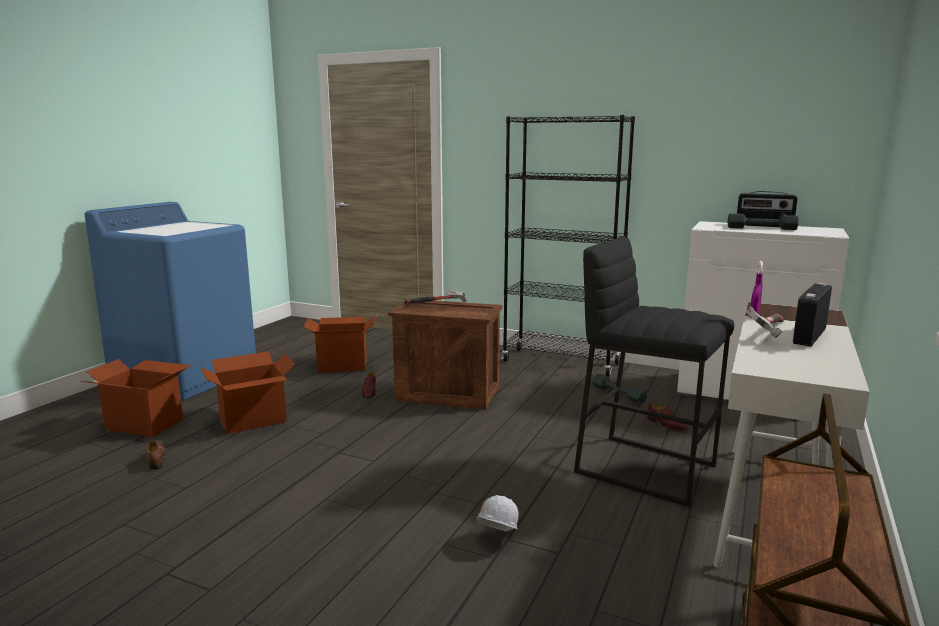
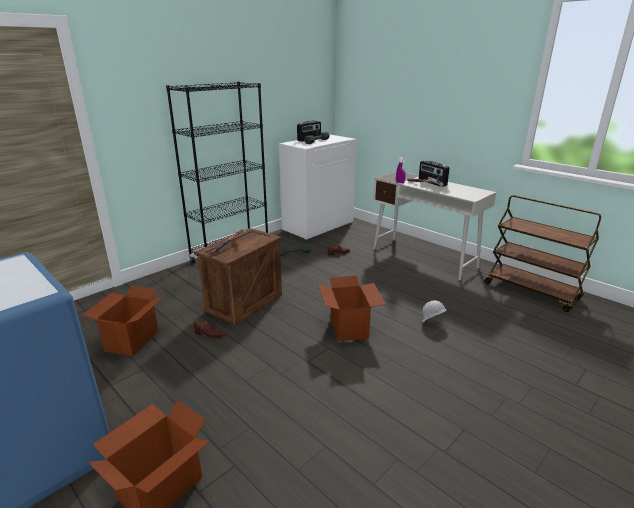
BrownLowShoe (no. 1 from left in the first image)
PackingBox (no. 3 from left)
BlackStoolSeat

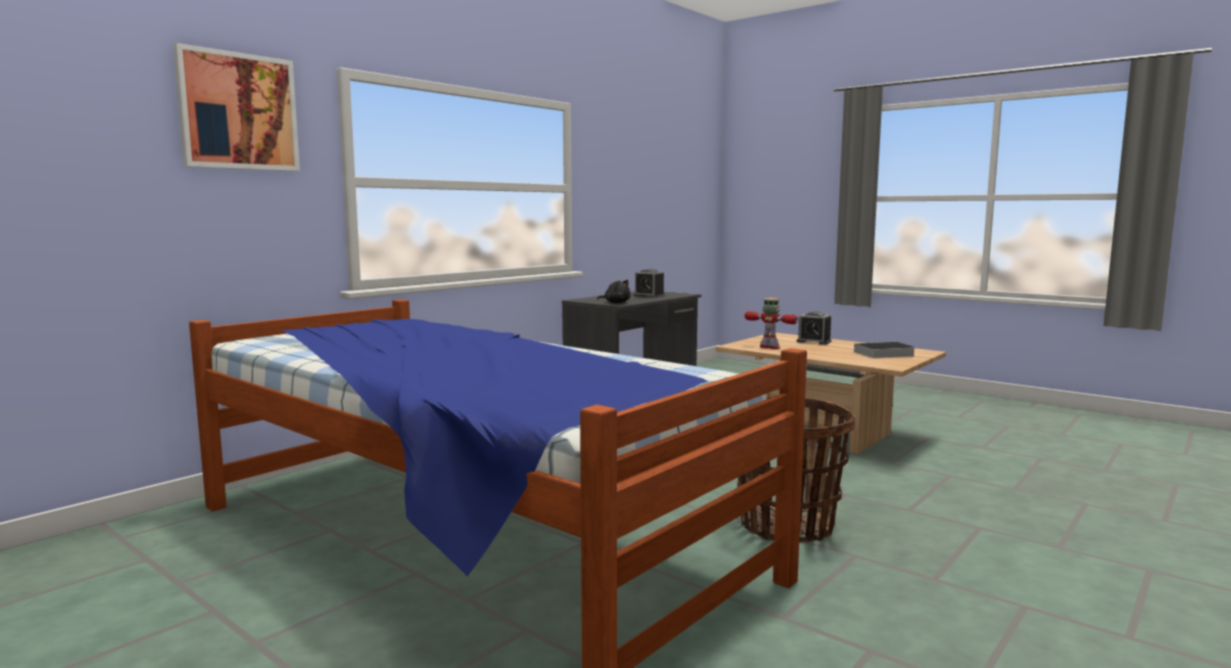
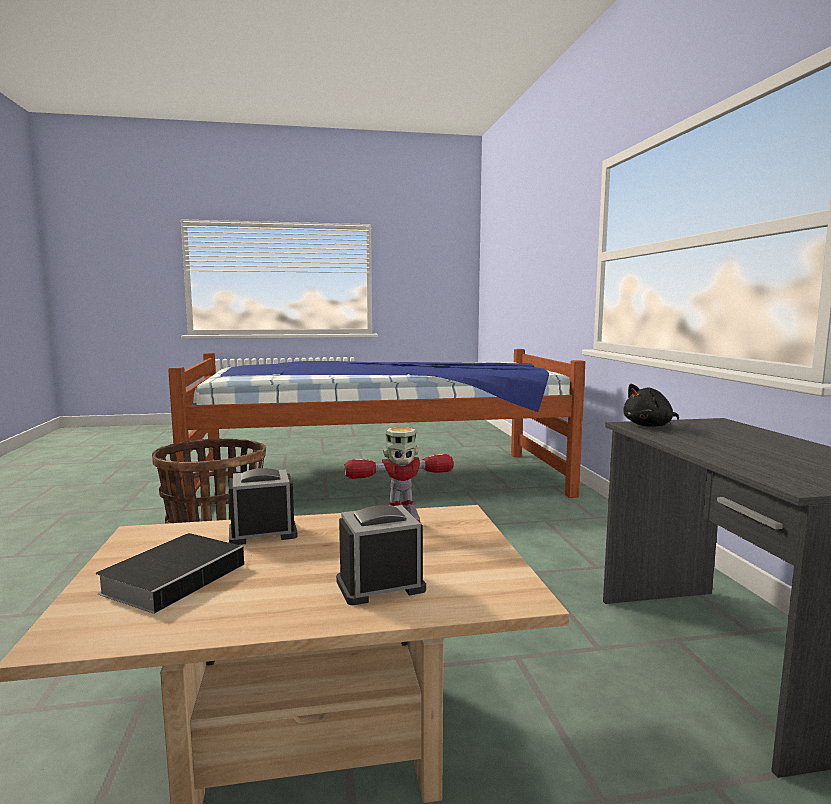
WallArt
BedsideClock (no. 1 from left)

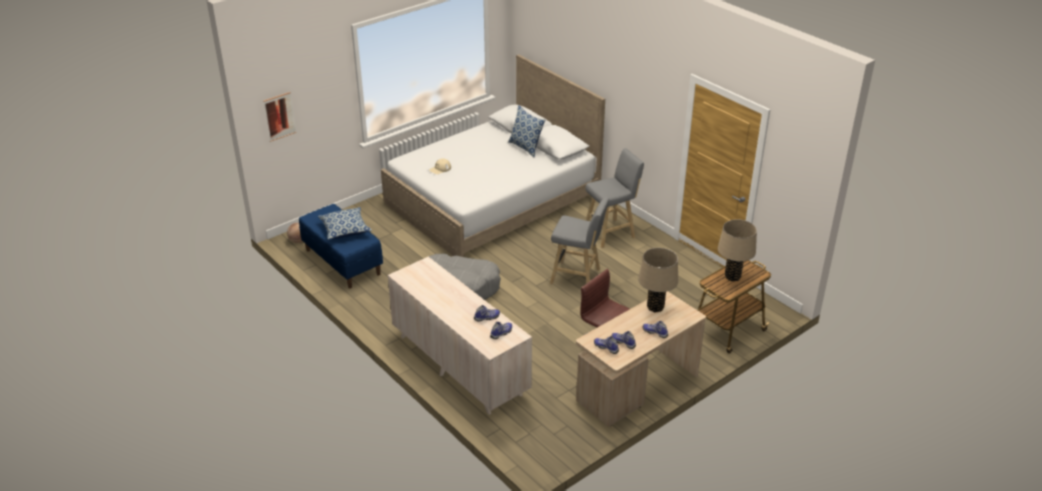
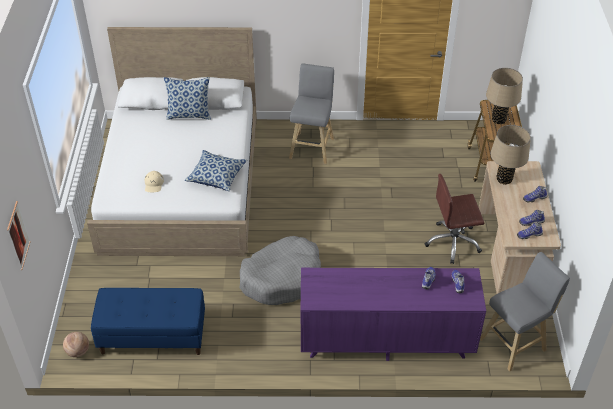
Pillow (no. 2 from left)
PurplishChestOfDrawers
GrayStoolSeat (no. 2 from left)

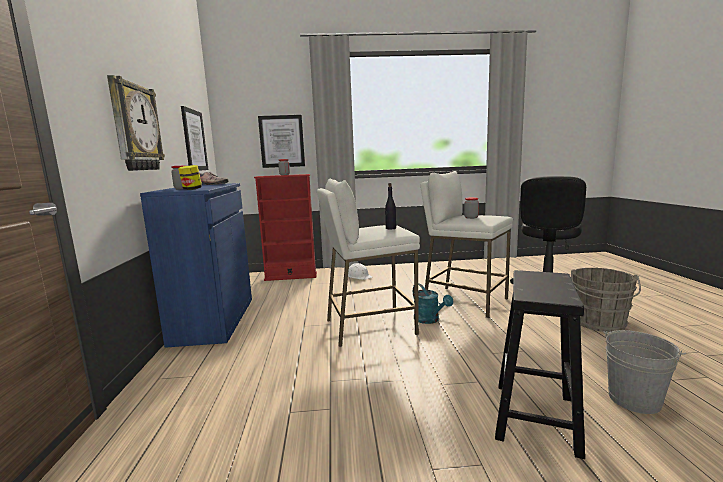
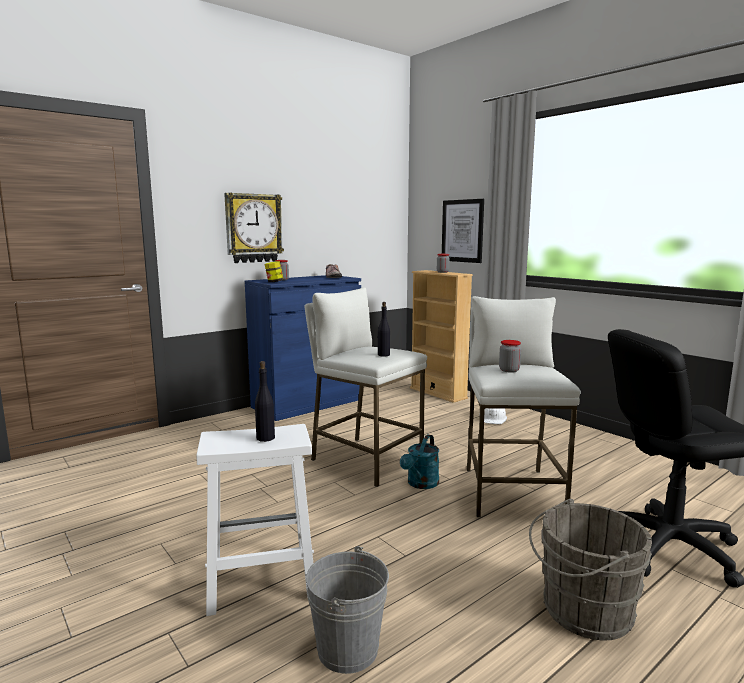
WallArt (no. 1 from left in the first image)
BeigeBookcase
WhitishStoolSeat (no. 1 from left)
BlackBeverageBottle (no. 1 from left)

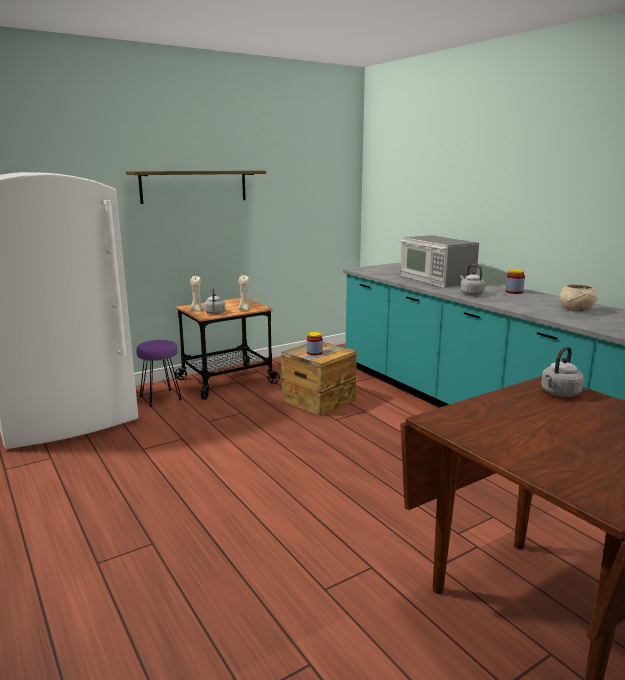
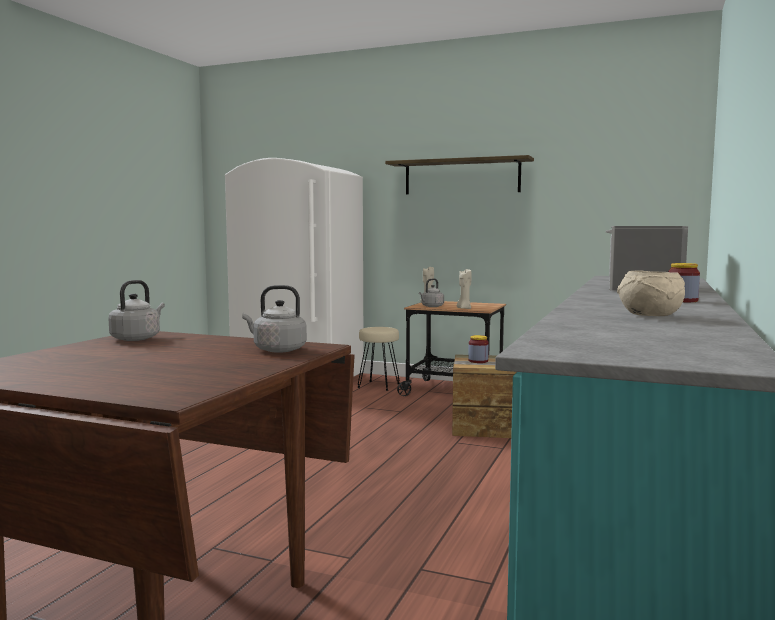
BeigeStoolSeat
GrayWaterKettle (no. 1 from left)

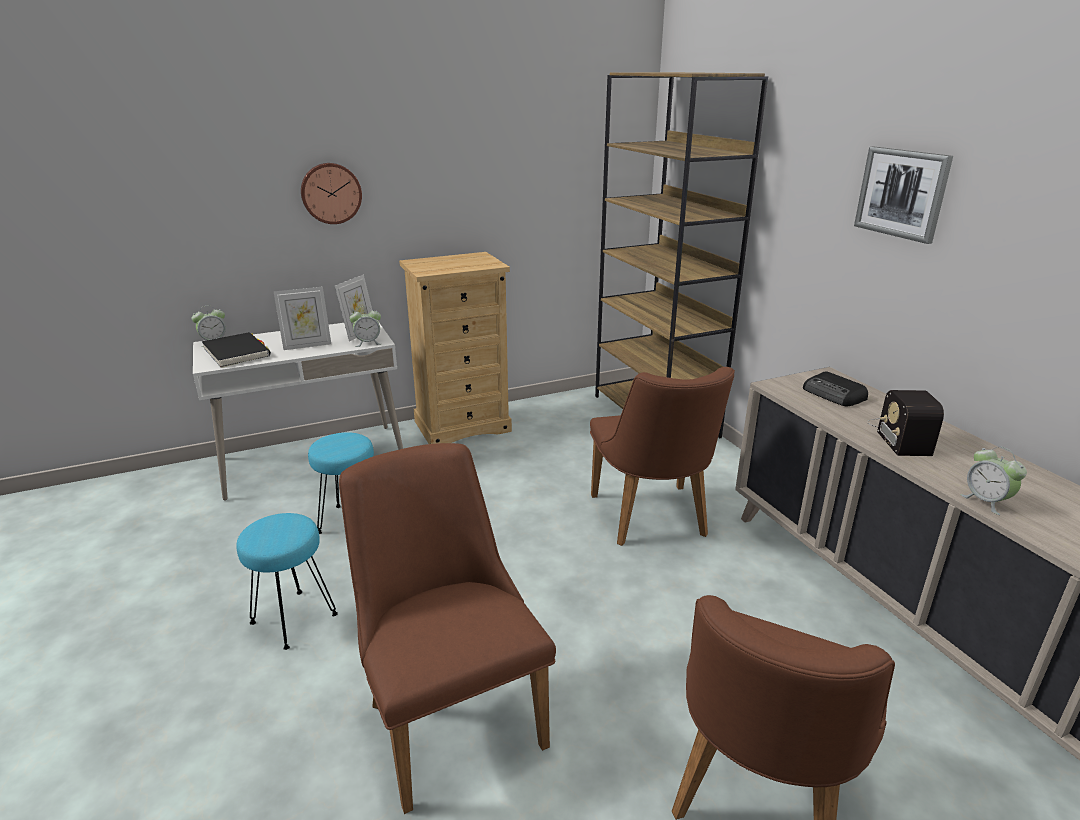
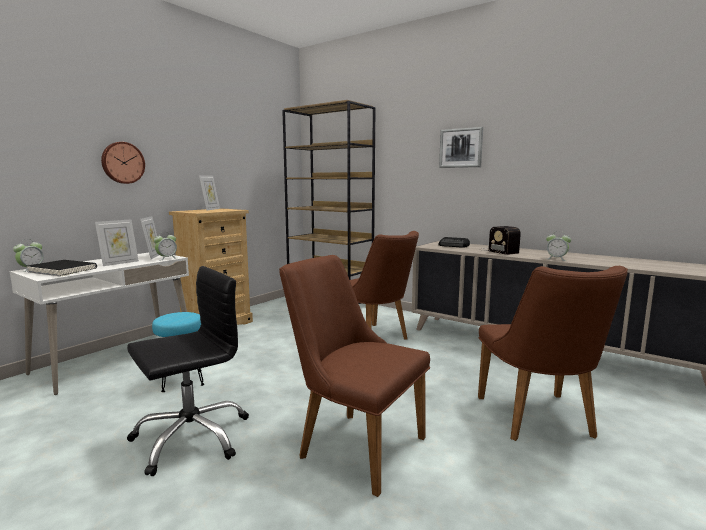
BlackComputerChair
PhotoFrame (no. 3 from left)

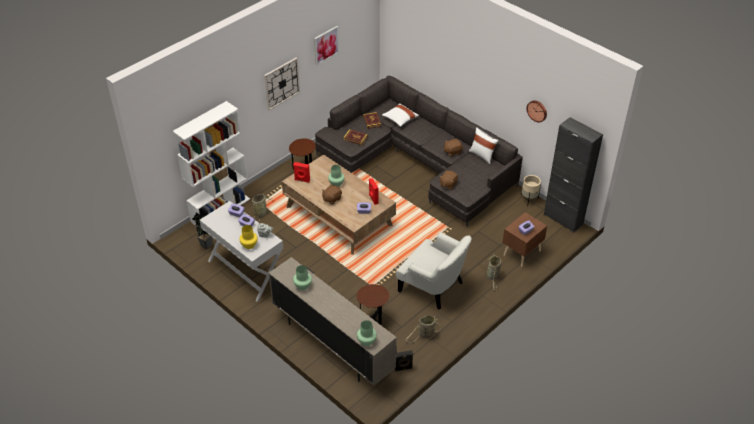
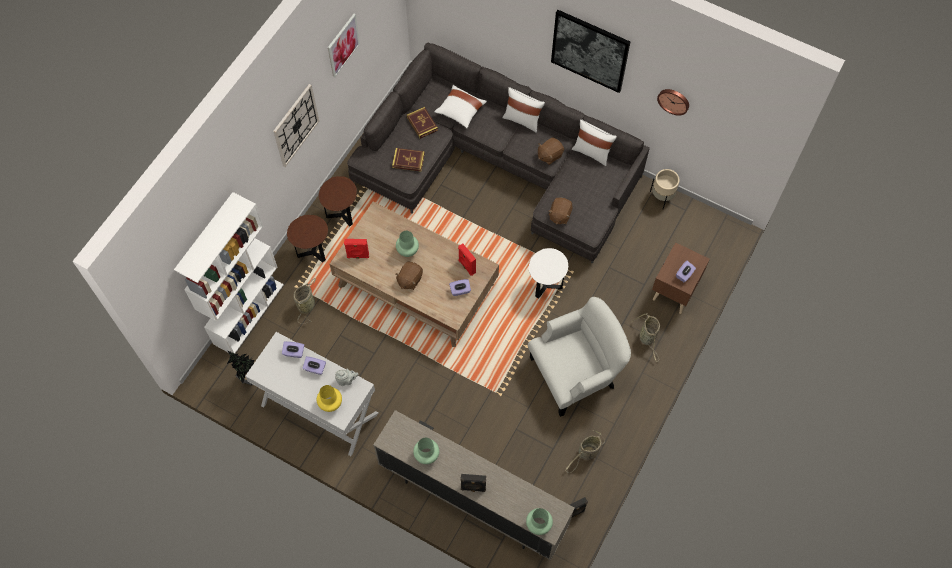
BrownSideTable (no. 1 from left)
WhitishEasyChair
BlackCupboard
BlackAudioSpeaker (no. 1 from left)
WhitishPillow (no. 2 from left)
WhitishSideTable
WallArt (no. 2 from left)

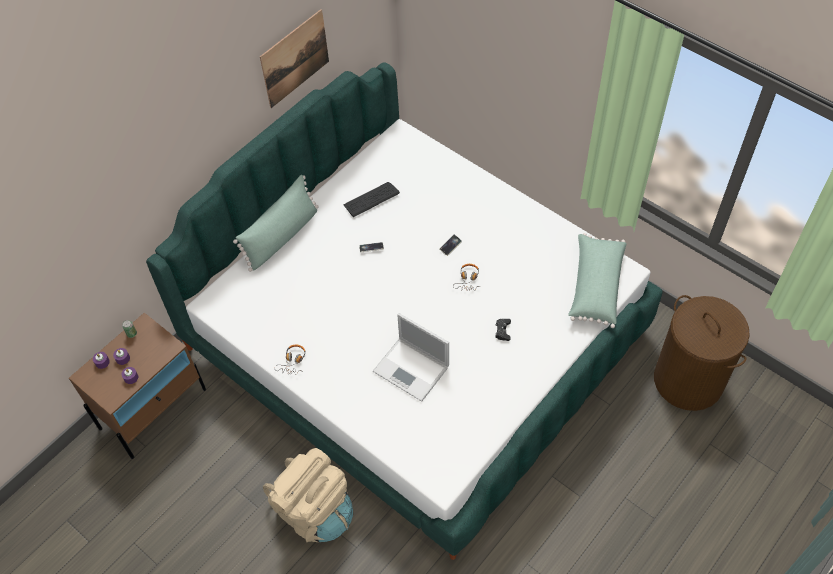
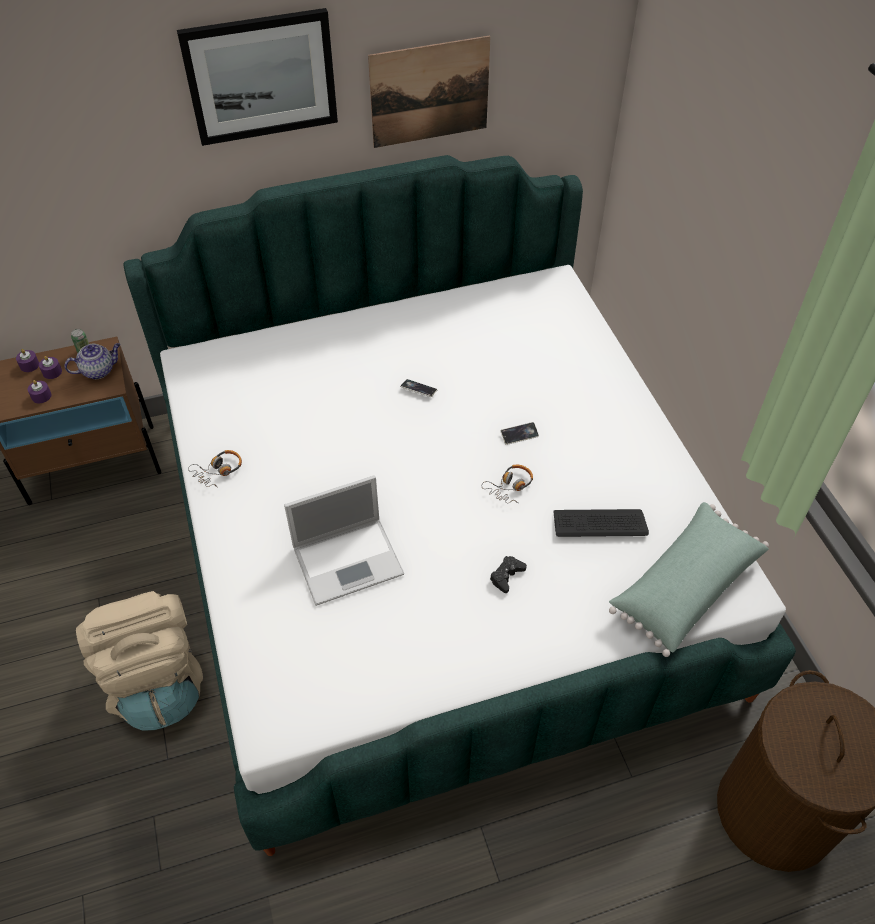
GreenishPillow (no. 1 from left in the first image)
PcKeyboard
NotebookComputer
Teapot
WallArt (no. 1 from left)

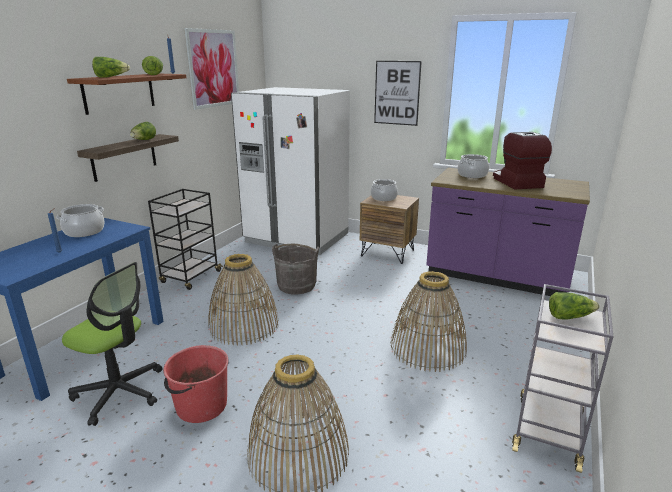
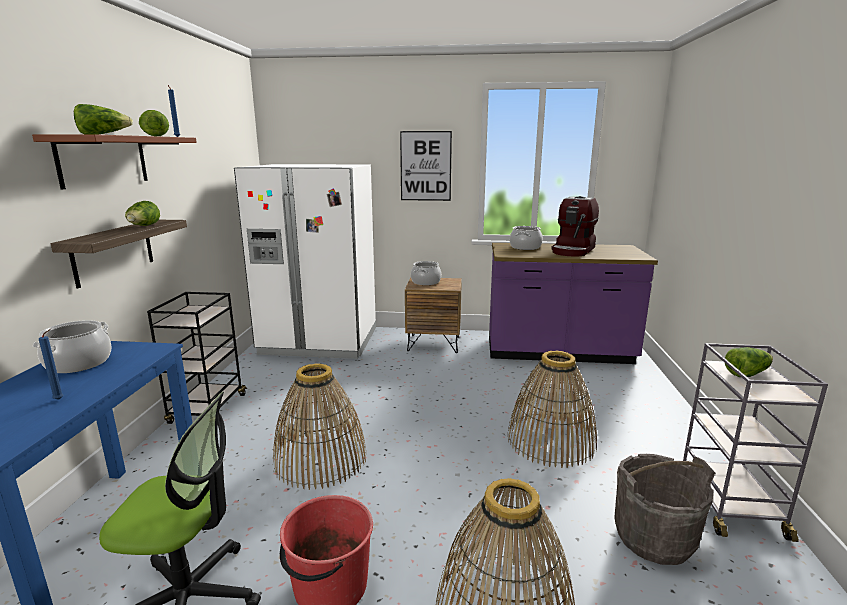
WallArt (no. 1 from left in the first image)
GrayBucket
CoffeeMaker

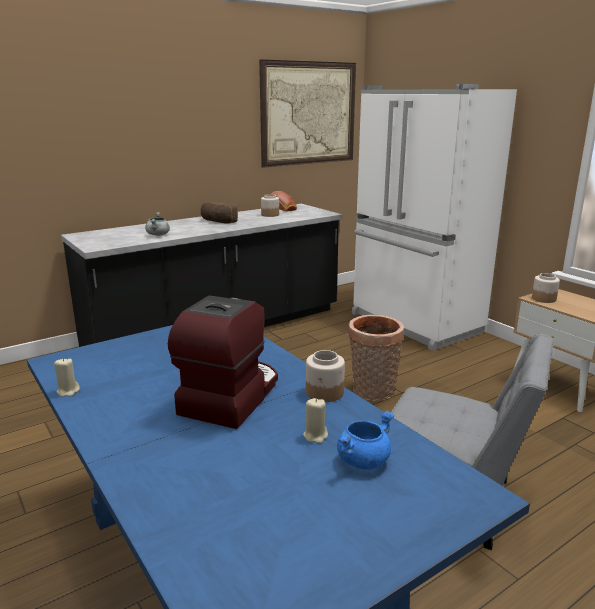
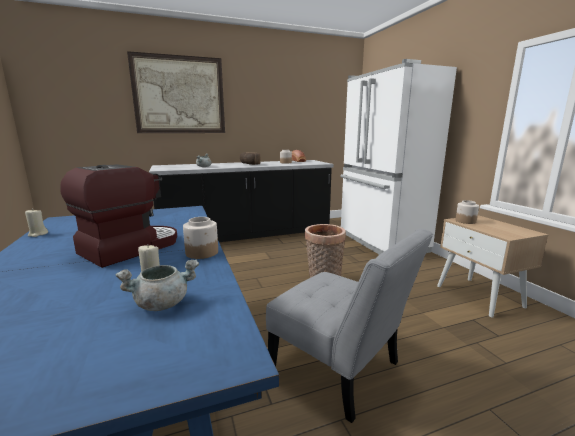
WallArt
GrayStockpot (no. 1 from left)

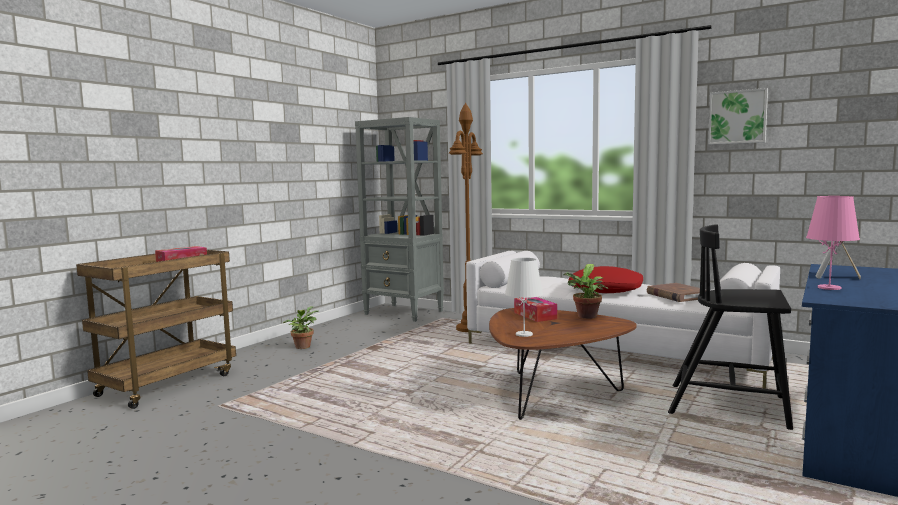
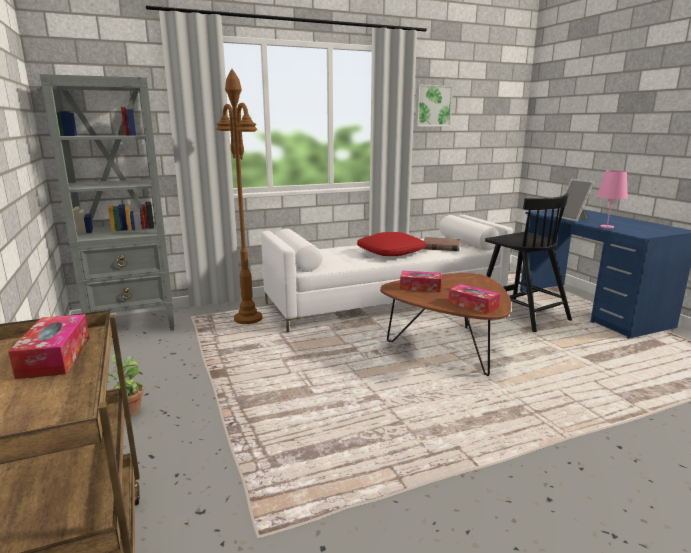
TissueHolder (no. 3 from left)
PottedPlant (no. 2 from left in the first image)
BlackUprightChair

